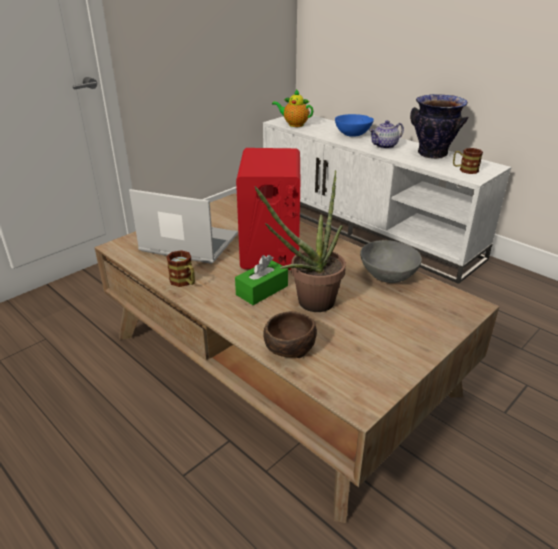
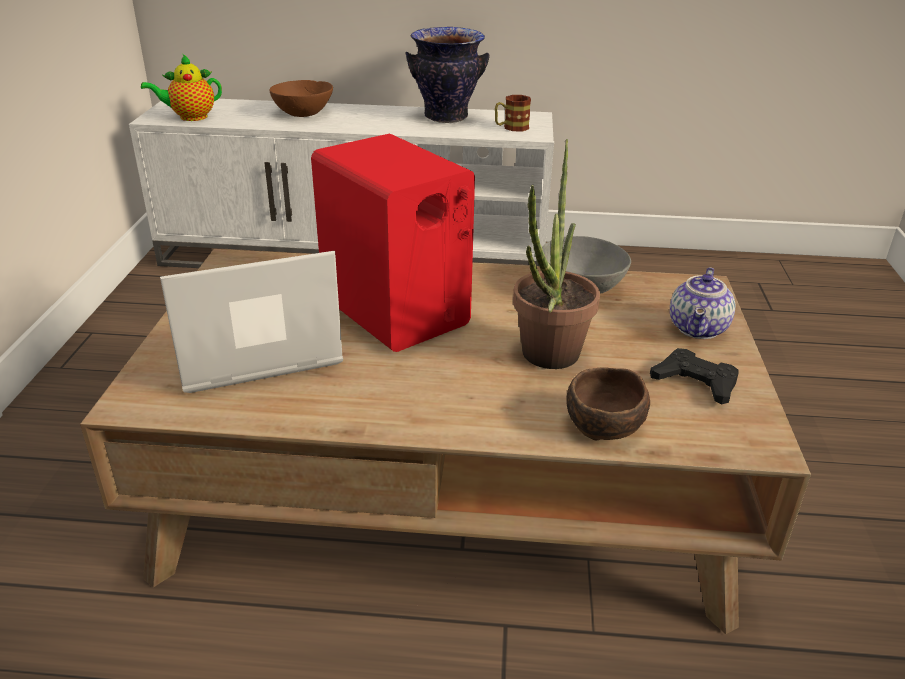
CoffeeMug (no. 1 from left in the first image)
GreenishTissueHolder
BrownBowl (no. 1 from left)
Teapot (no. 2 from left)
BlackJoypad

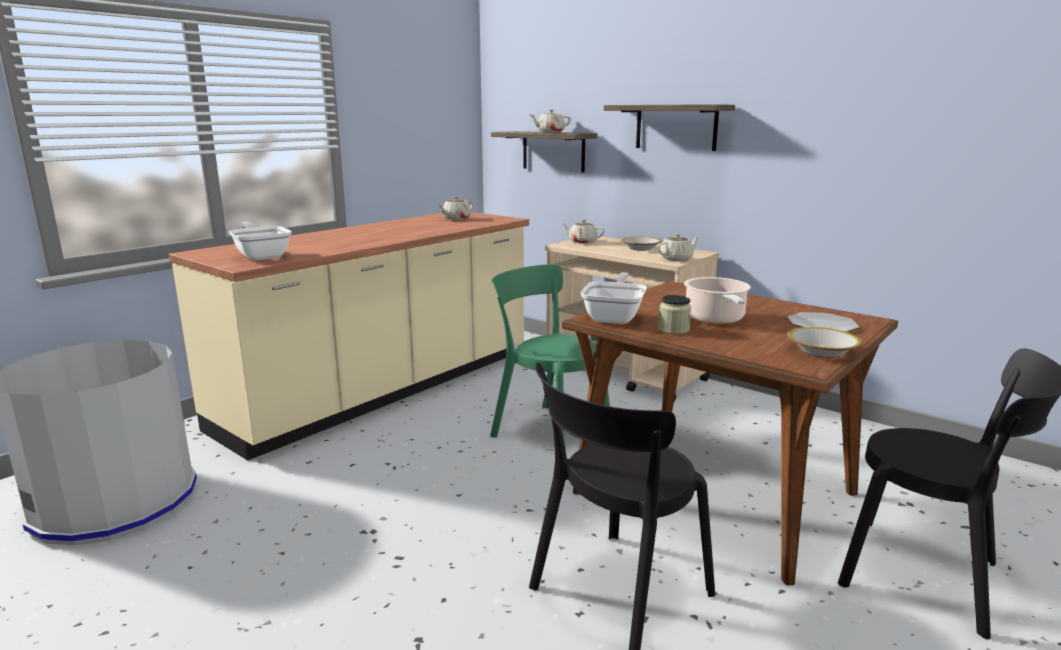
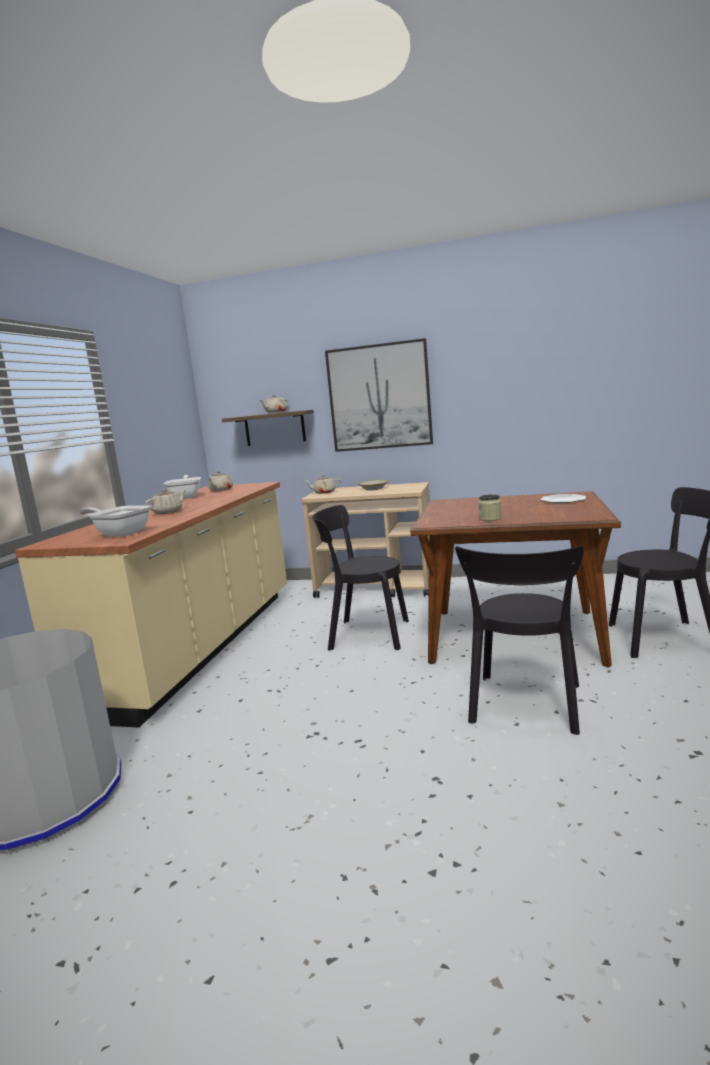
BlackUprightChair (no. 1 from left)
Pan (no. 2 from left)
WallArt
BeigeTeapot (no. 1 from left)
Stockpot
Bowl (no. 2 from left in the first image)

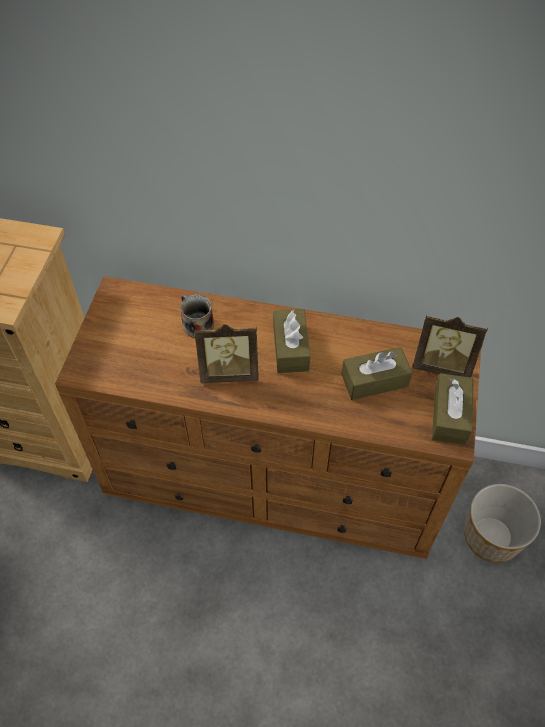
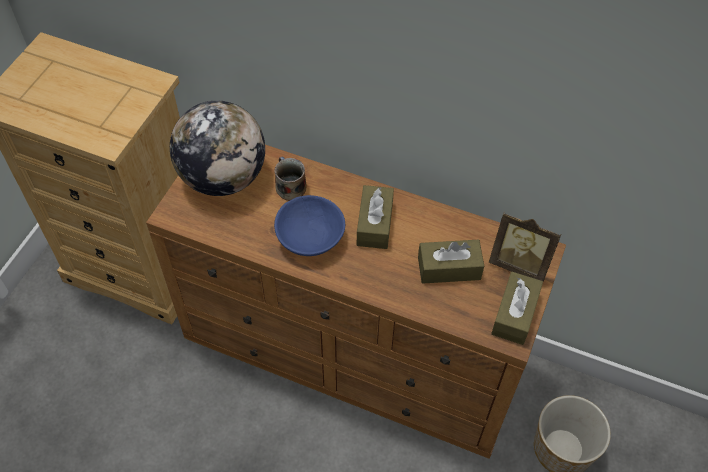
BlueColouredBowl
WorldGlobe

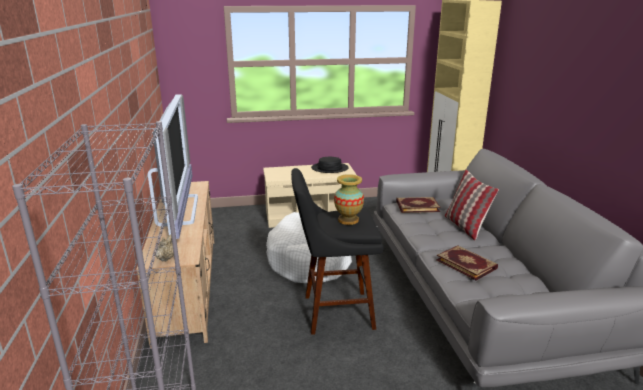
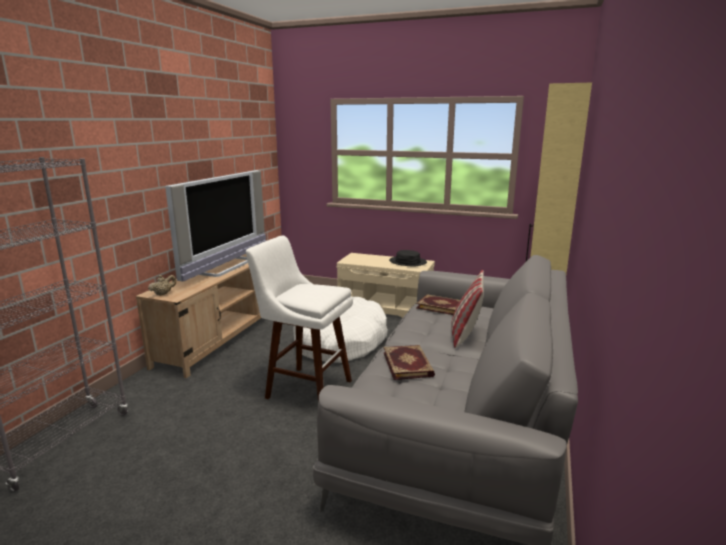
WhitishStoolSeat
FlowerVase

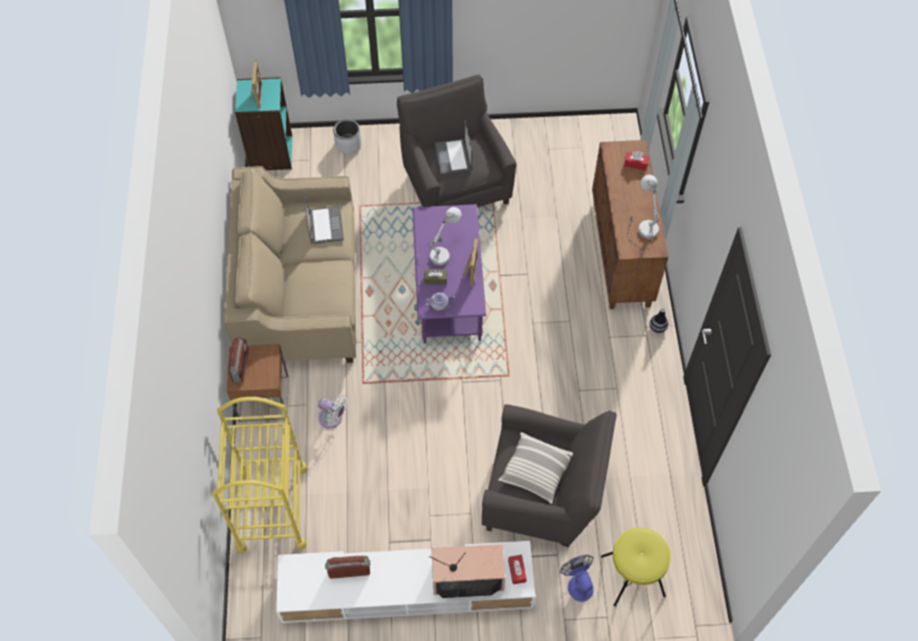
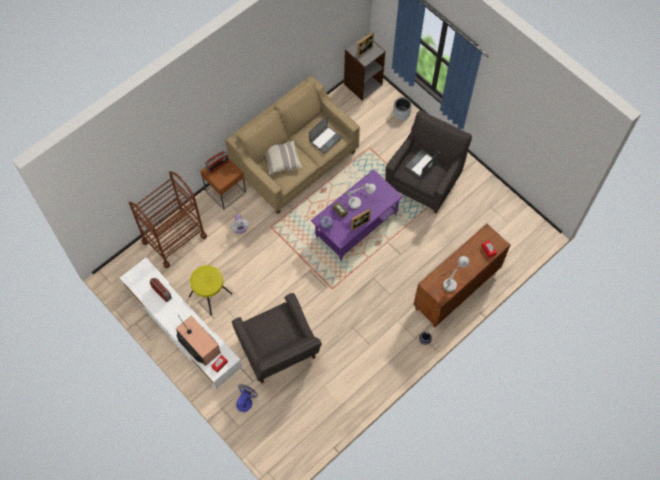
BrownTrolley
GrayBookcase
Pillow
YellowColouredStoolSeat

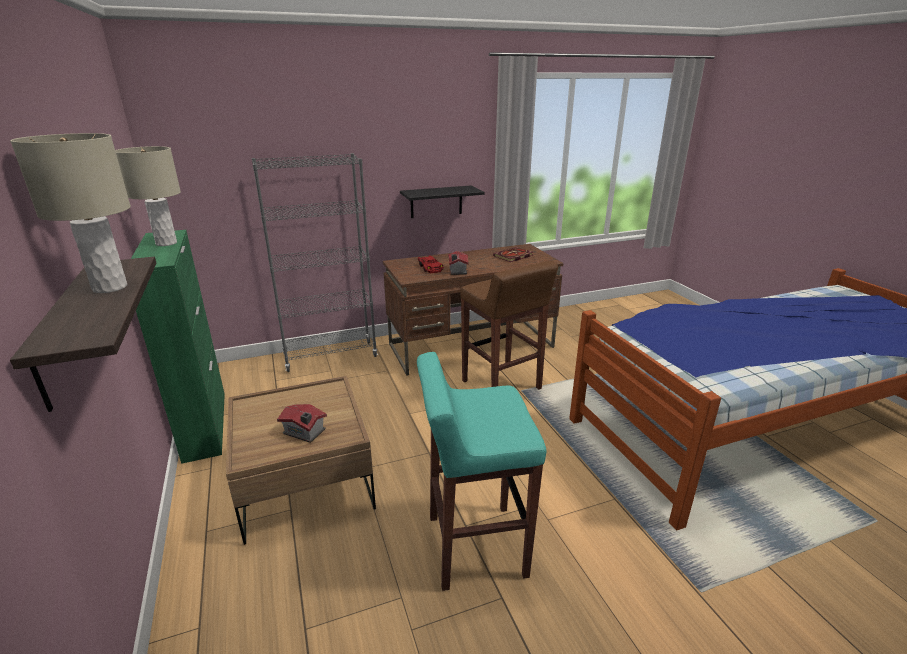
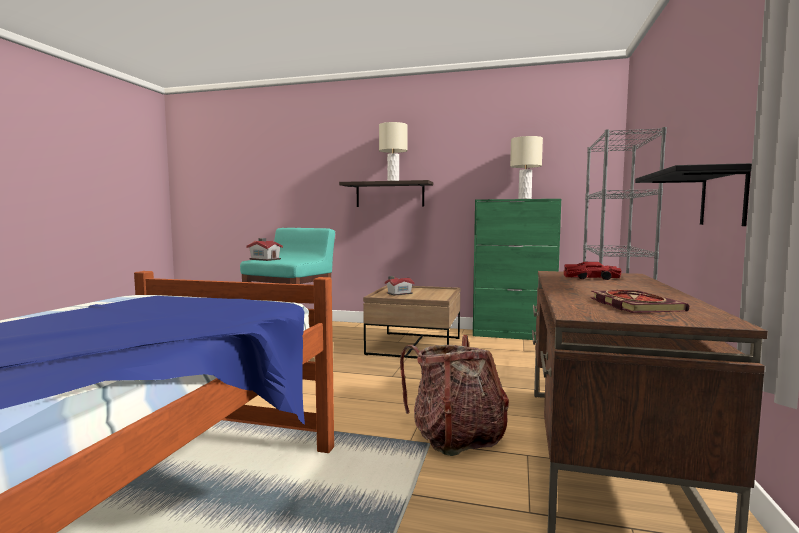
ModelHouse (no. 1 from left)
Rucksack

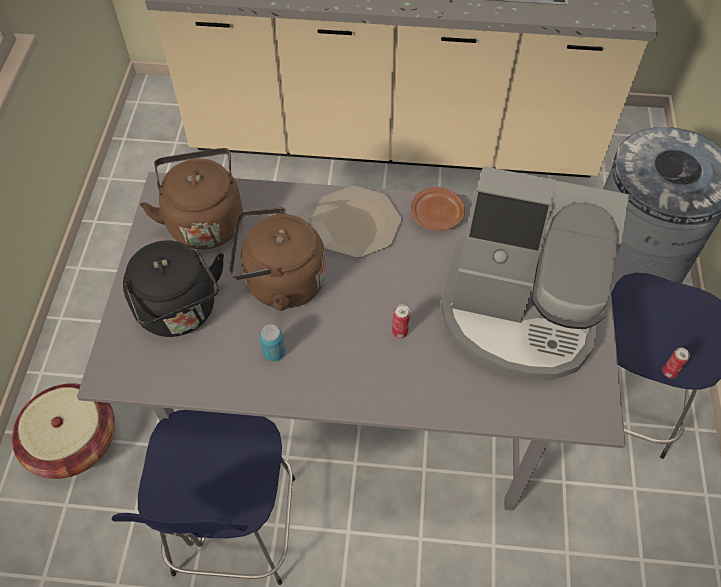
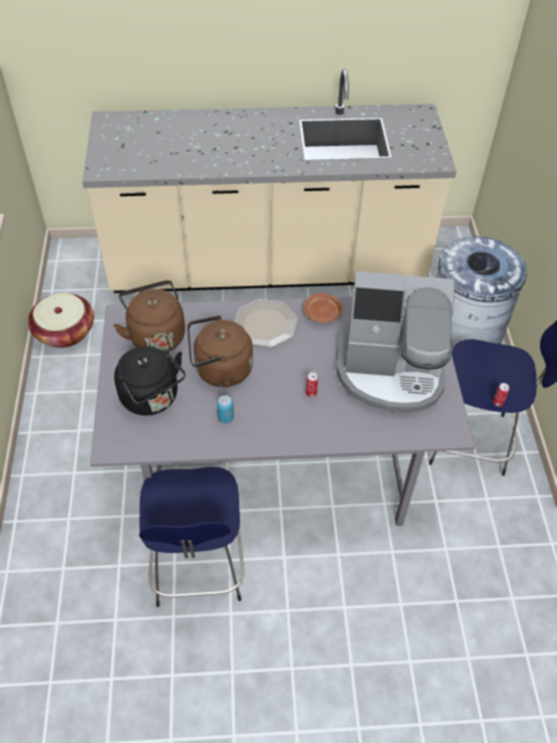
HouseholdBasket

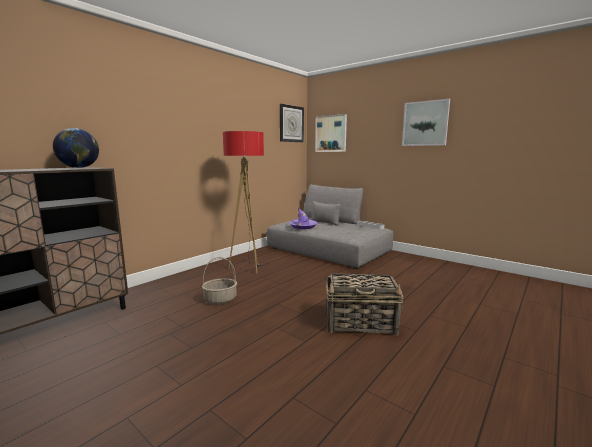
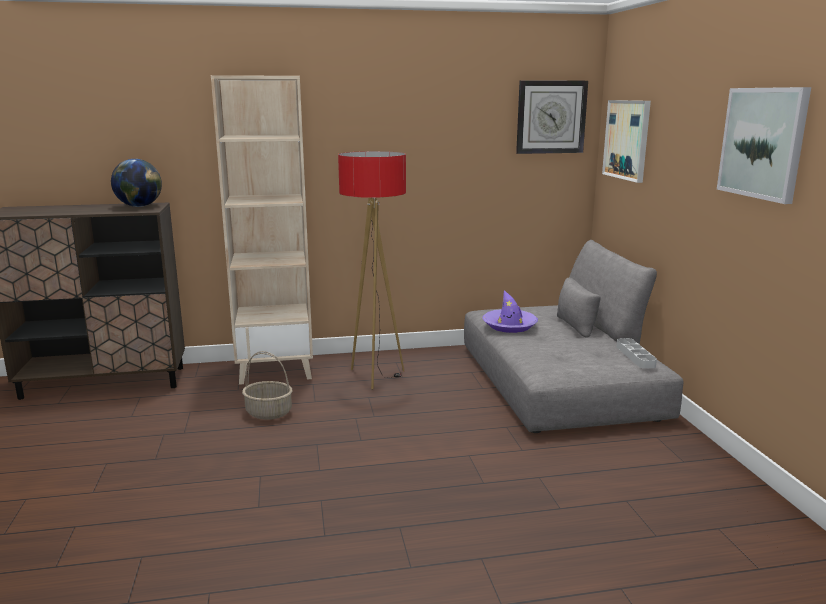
HouseholdBasket (no. 2 from left in the first image)
BeigeBookcase

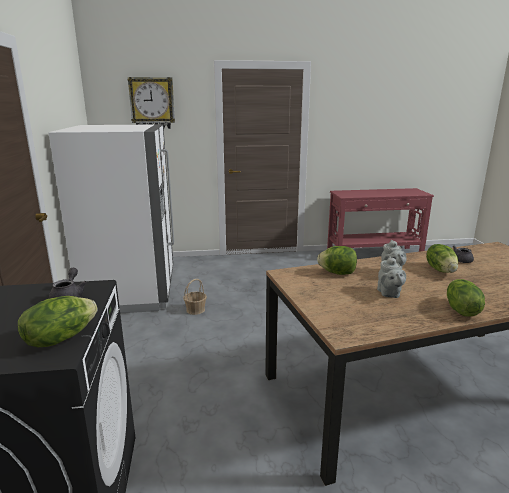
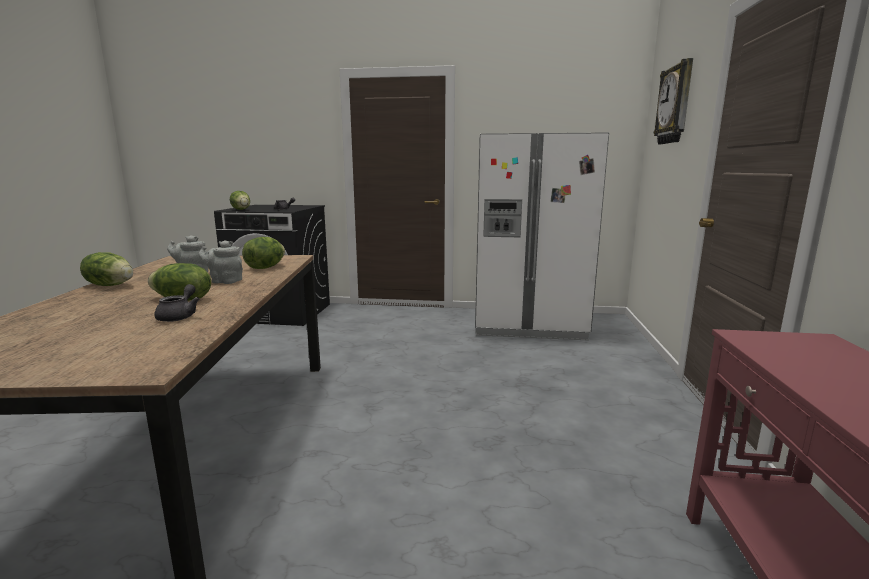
HouseholdBasket

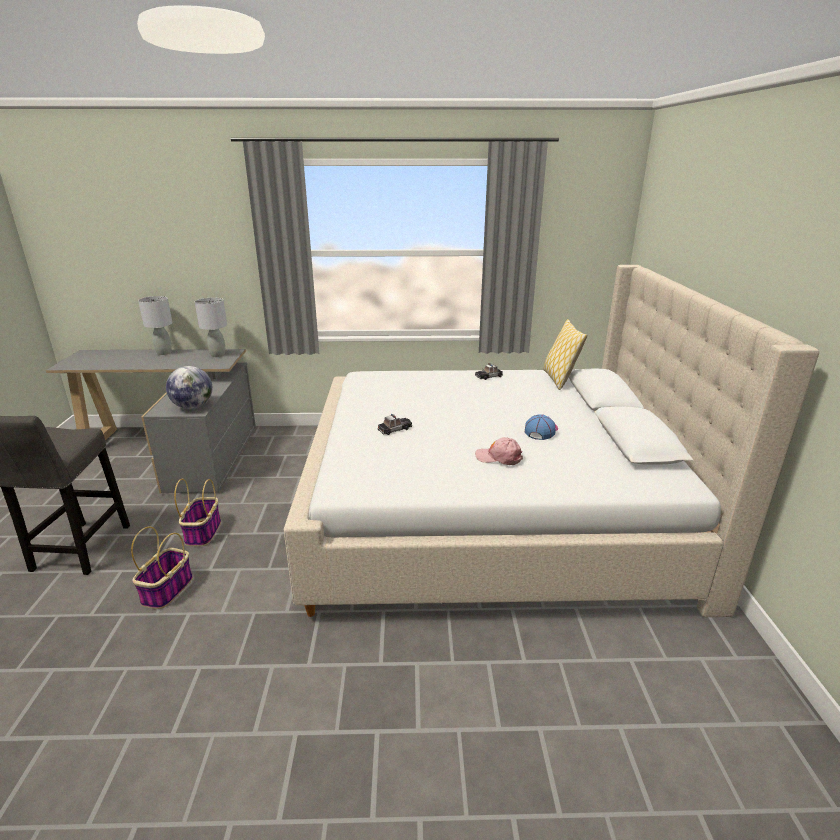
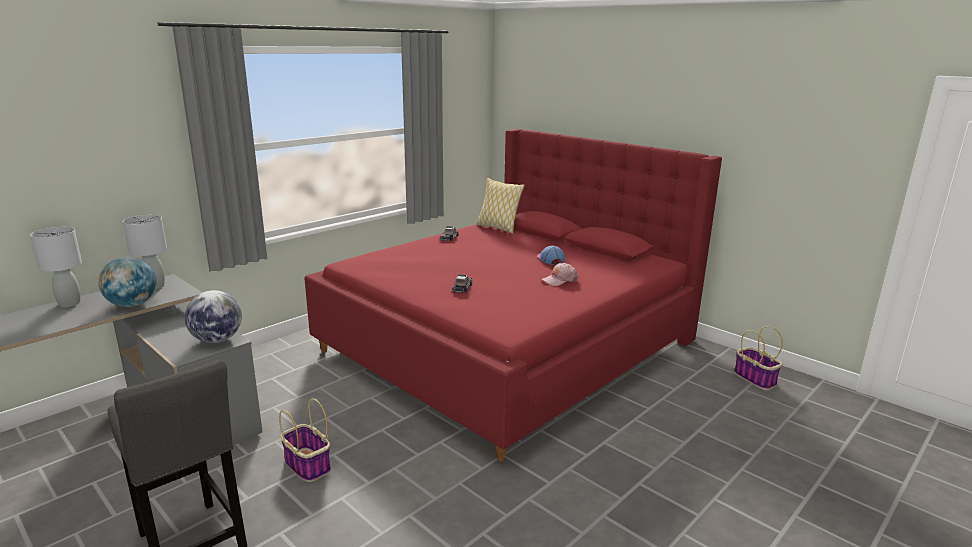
HouseholdBasket (no. 2 from left)
RedColouredBed
WorldGlobe (no. 1 from left)

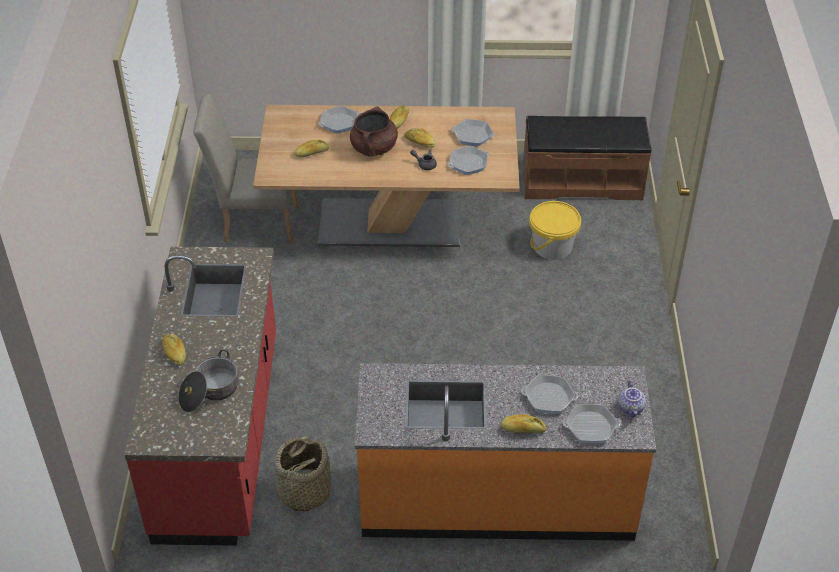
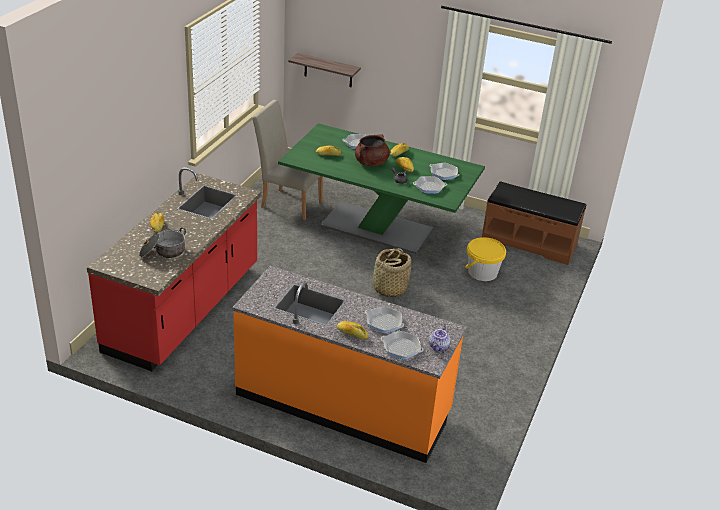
GreenishKitchenTable
HouseholdBasket
WallShelf

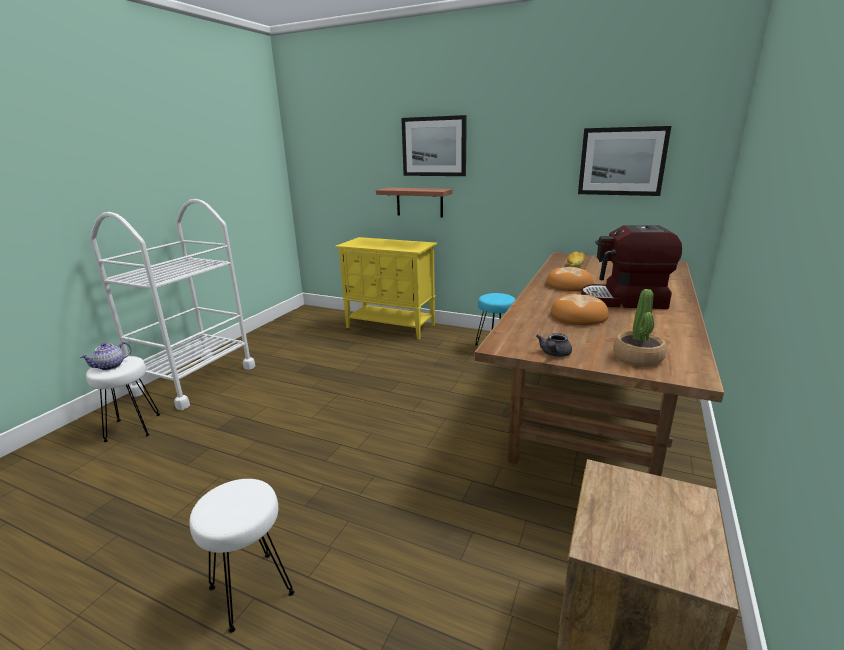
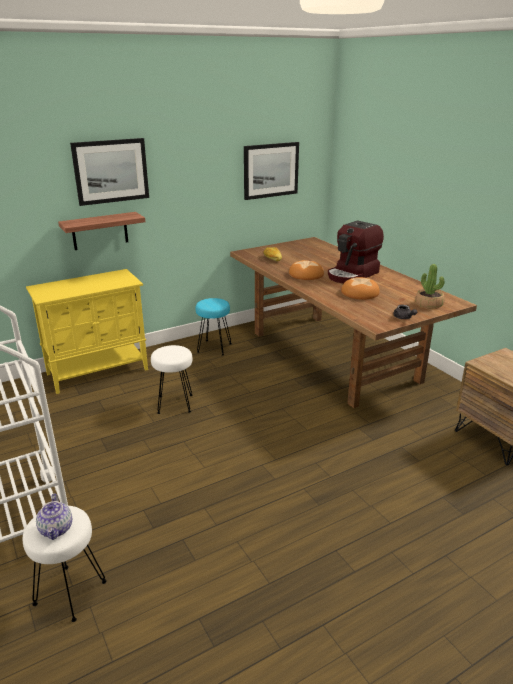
WhitishStoolSeat (no. 2 from left)

